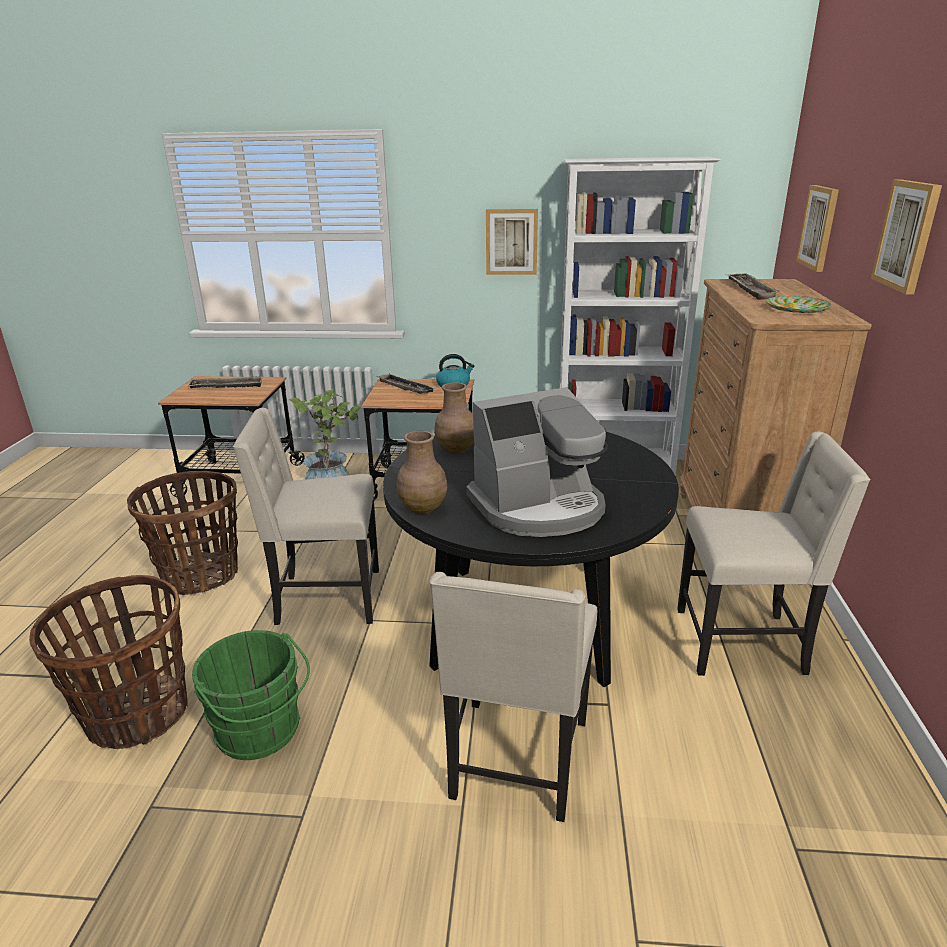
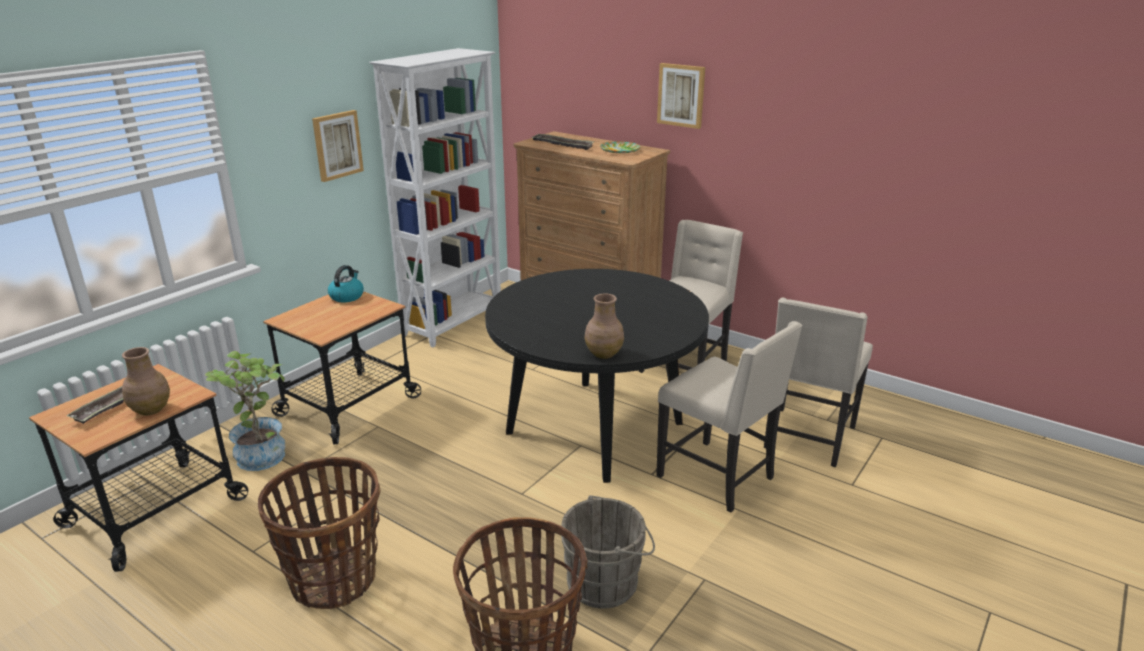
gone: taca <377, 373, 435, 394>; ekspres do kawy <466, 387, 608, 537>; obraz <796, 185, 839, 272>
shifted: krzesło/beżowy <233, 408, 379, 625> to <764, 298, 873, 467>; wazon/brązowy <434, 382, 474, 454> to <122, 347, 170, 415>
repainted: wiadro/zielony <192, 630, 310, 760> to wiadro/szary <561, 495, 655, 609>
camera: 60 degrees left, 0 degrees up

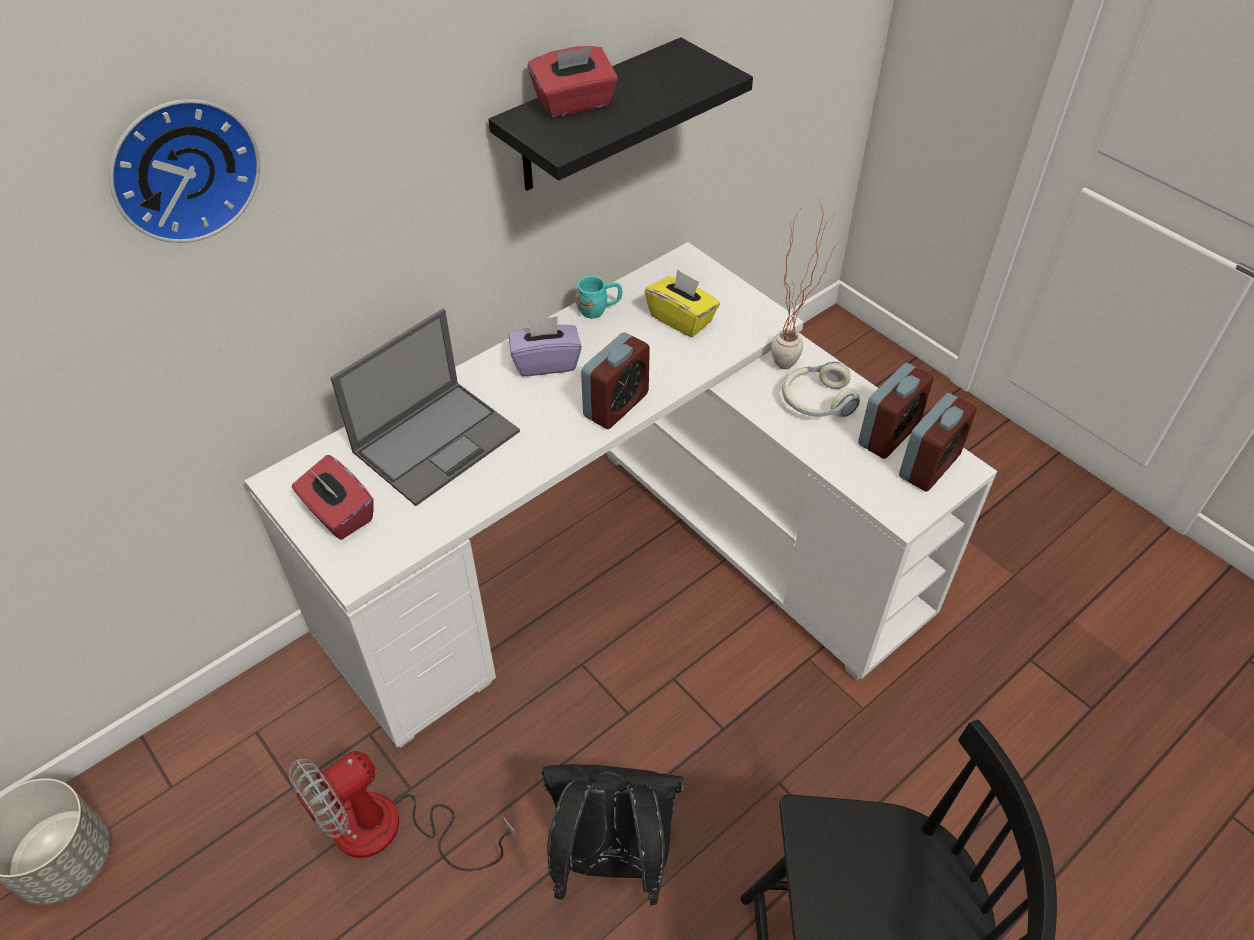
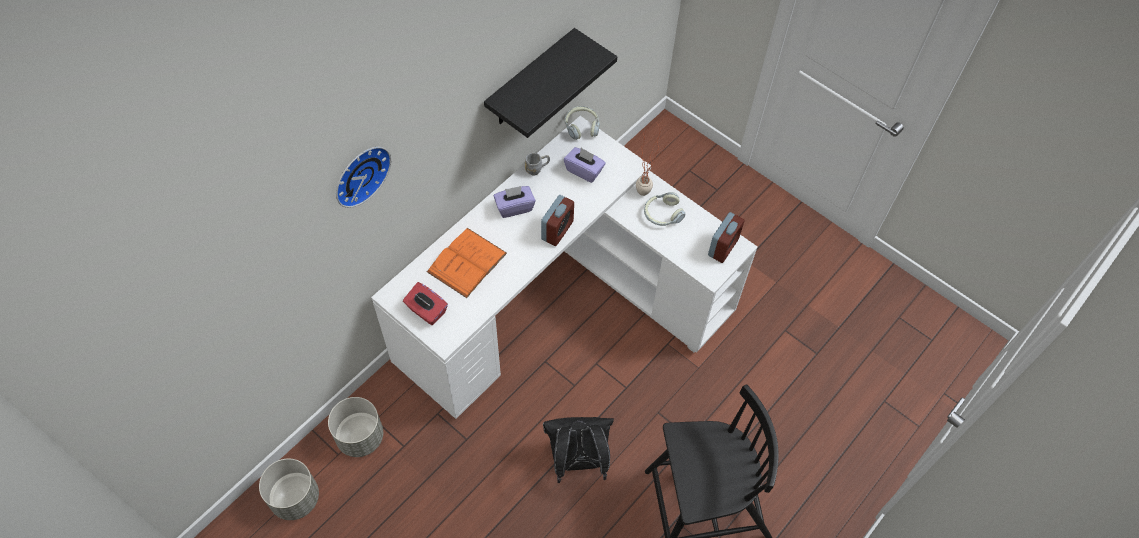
gone: wentylator <289, 751, 517, 871>; pudełko chusteczek/czerwony <528, 46, 618, 117>; budzik <858, 363, 934, 459>
new: donica/szary <328, 397, 383, 457>; słuchawki <565, 106, 600, 140>
swapped: laptop <330, 309, 520, 506> to książka/pomarańczowy <427, 228, 507, 298>
repainted: kubek/turkusowy <575, 276, 622, 319> to kubek/szary <525, 153, 550, 175>; pudełko chusteczek/żółty <645, 269, 720, 337> to pudełko chusteczek/fioletowy <564, 147, 606, 183>
camera: 10 degrees left, 10 degrees up

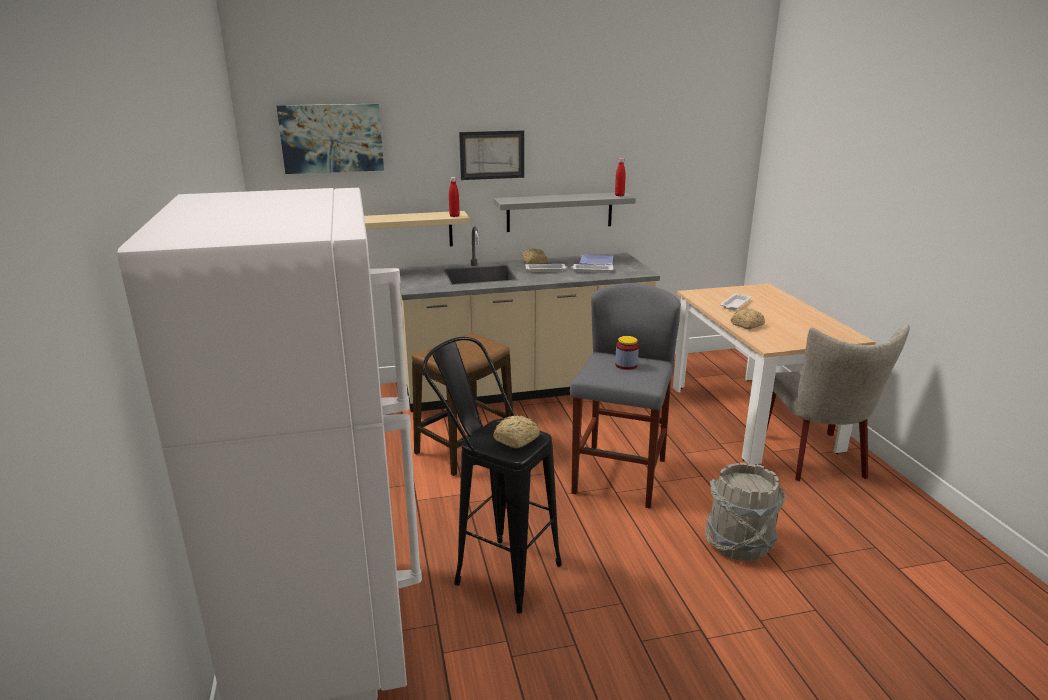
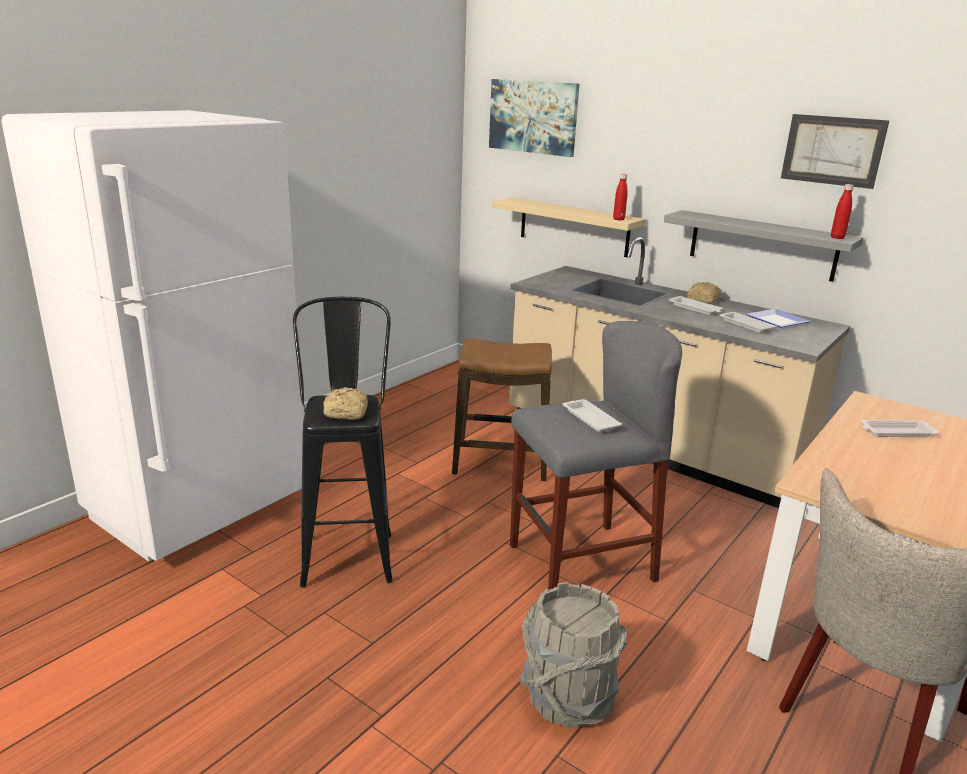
gone: chleb <731, 308, 765, 329>
shifted: obraz <459, 130, 524, 180> to <781, 114, 889, 189>
swapped: słoik <615, 336, 639, 370> to taca/biały <563, 399, 622, 432>
camera: 50 degrees right, 0 degrees up

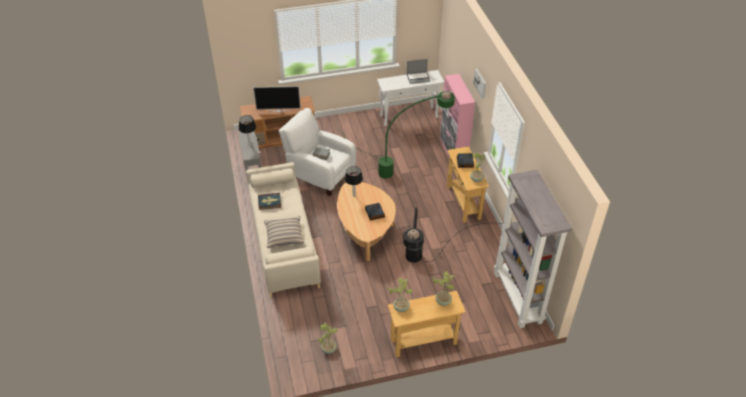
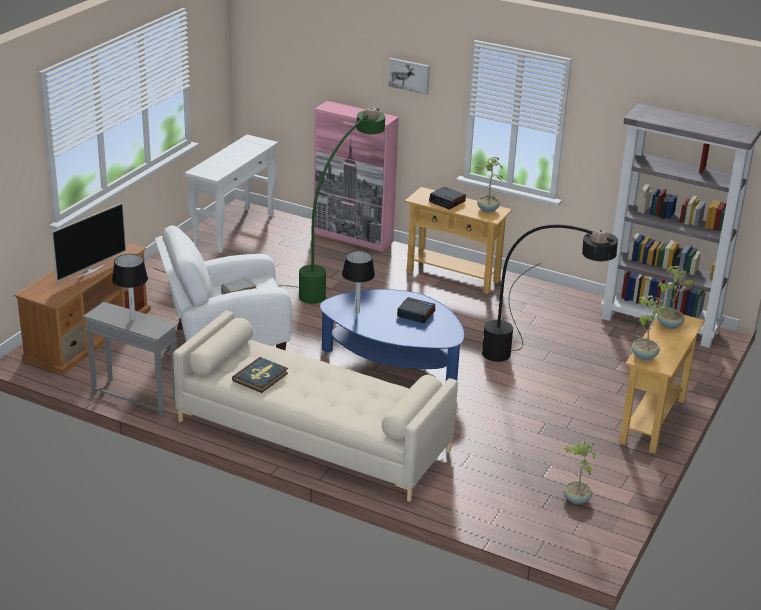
gone: poduszka <264, 216, 304, 248>; laptop <407, 59, 430, 84>
repainted: ława/beżowy <337, 182, 396, 261> to ława/niebieski <320, 289, 465, 381>
camera: 50 degrees left, 15 degrees down

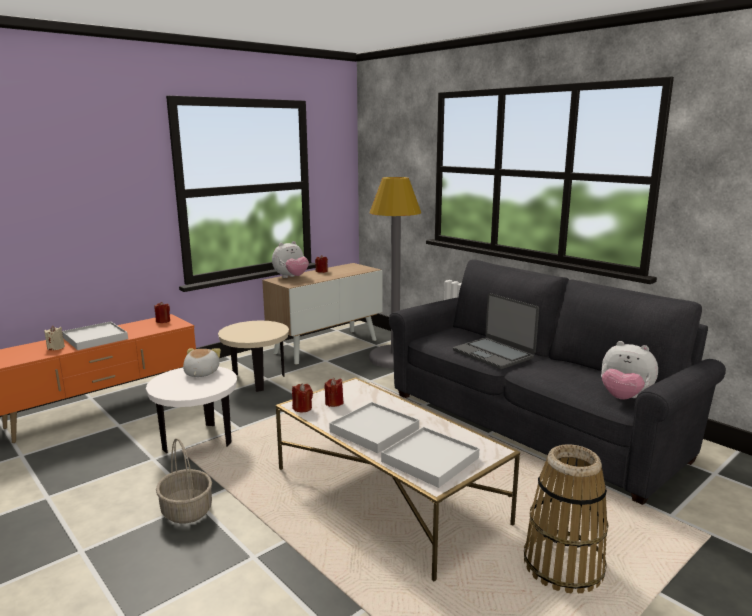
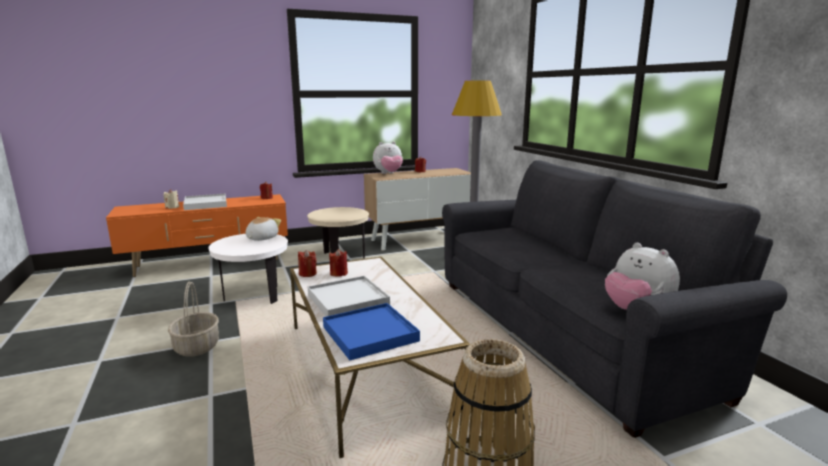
gone: laptop <453, 293, 539, 369>
repainted: taca/biały <381, 427, 480, 488> to taca/niebieski <323, 303, 420, 360>
camera: 20 degrees right, 0 degrees up

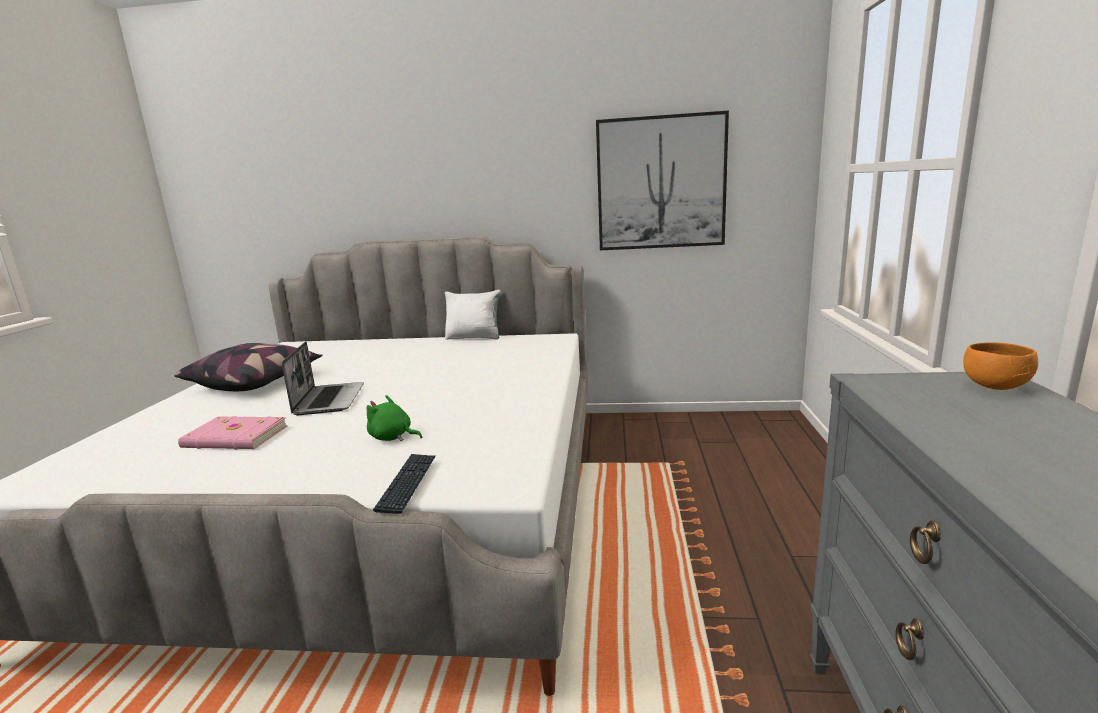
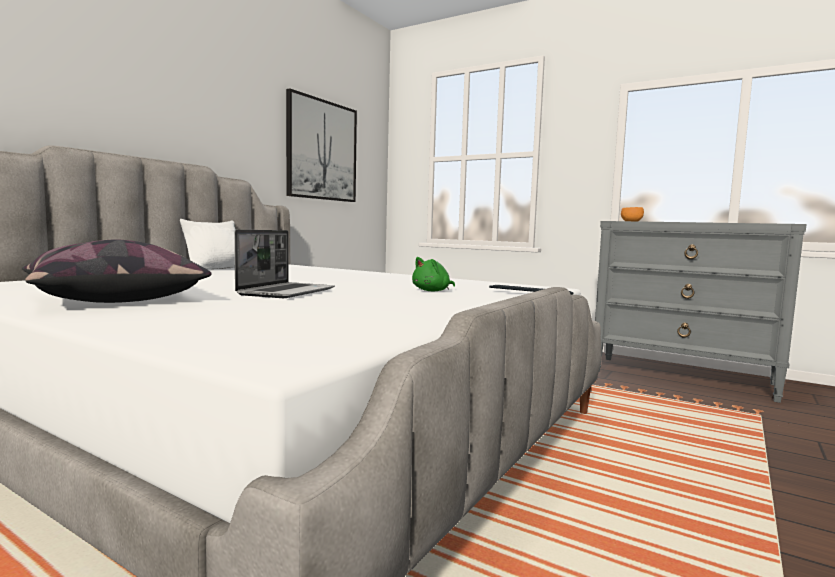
gone: książka/różowy <178, 416, 287, 450>
rotated: laptop <282, 341, 364, 415> = <234, 230, 335, 298> 90 degrees clockwise
camera: 65 degrees left, 10 degrees down

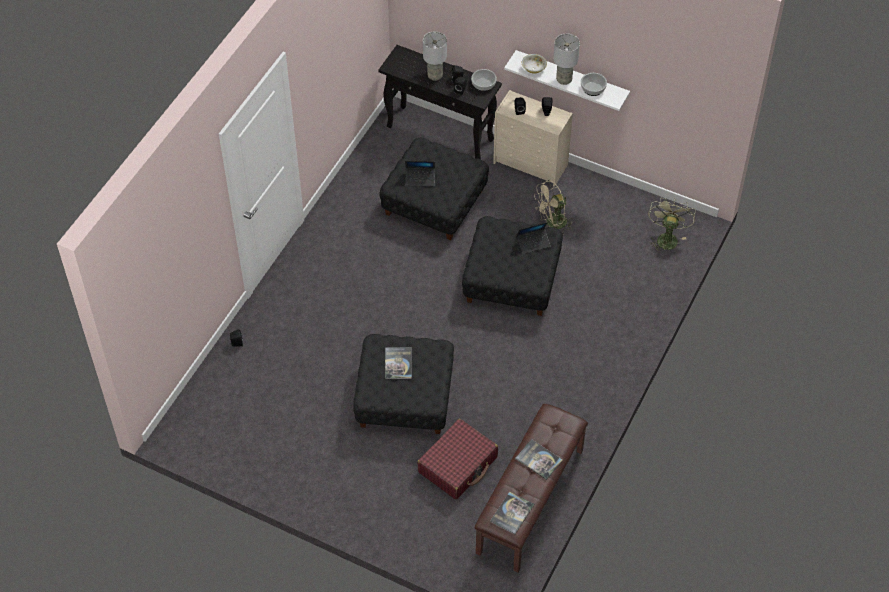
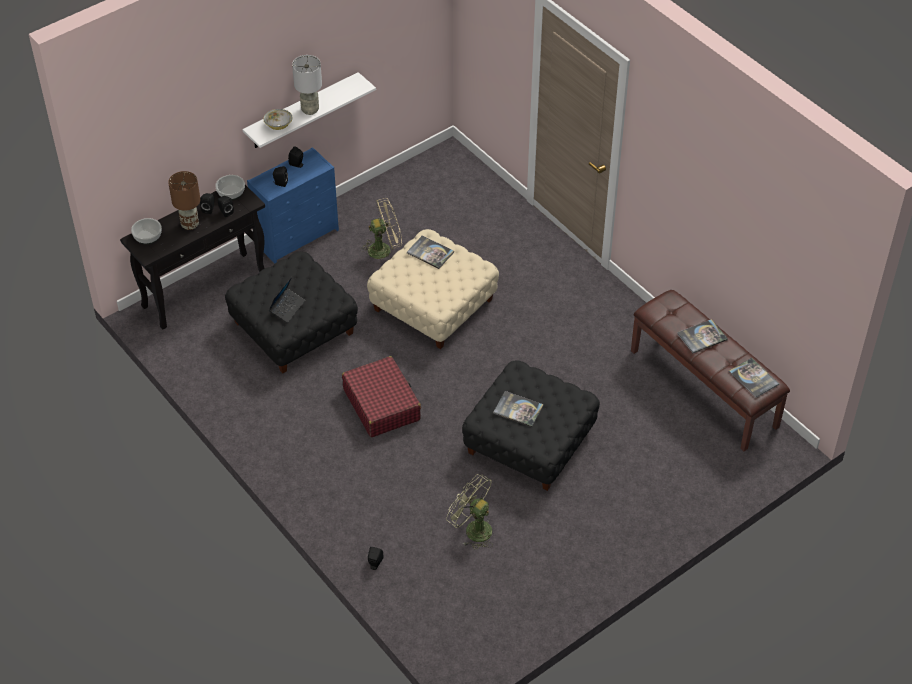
shifted: walizka/czerwony <417, 419, 498, 499> to <342, 356, 421, 437>; miska <581, 73, 607, 96> to <131, 218, 162, 245>; wentylator/zielony <648, 198, 695, 254> to <446, 474, 493, 550>
swapped: laptop <516, 222, 550, 254> to książka <407, 236, 454, 269>
repainted: lampa stołowa/szary <423, 31, 447, 81> to lampa stołowa/brązowy <168, 171, 200, 230>; pufa/czarny <462, 216, 563, 316> to pufa/beżowy <367, 229, 499, 349>; komoda/beżowy <493, 90, 573, 187> to komoda/niebieski <247, 147, 339, 263>
rotated: wentylator/beżowy <534, 180, 574, 234> = <360, 198, 402, 260> 105 degrees counterclockwise
camera: 65 degrees left, 5 degrees down

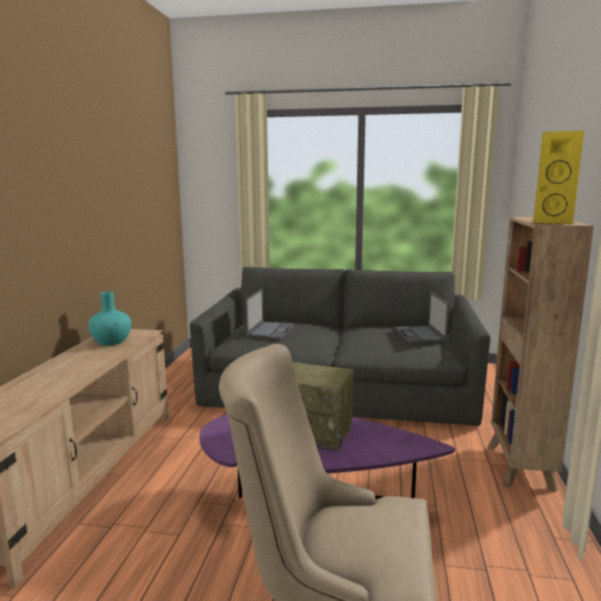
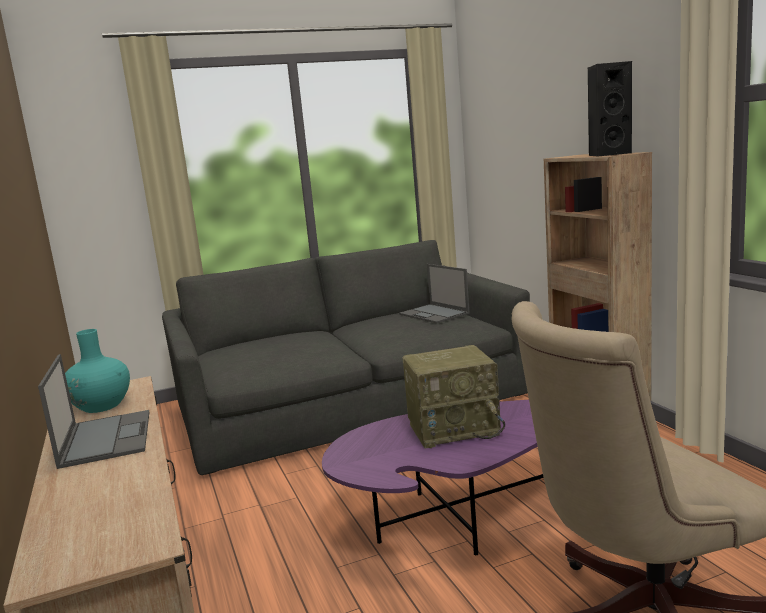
shifted: laptop <245, 289, 295, 339> to <38, 354, 149, 469>
repainted: głośnik/żółty <533, 131, 584, 224> to głośnik/czarny <588, 61, 632, 157>
camera: 30 degrees left, 0 degrees up

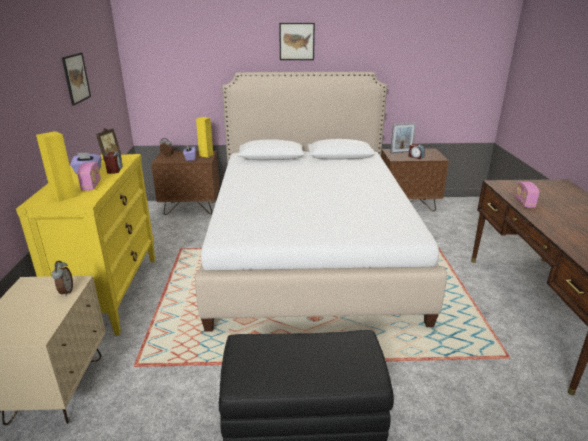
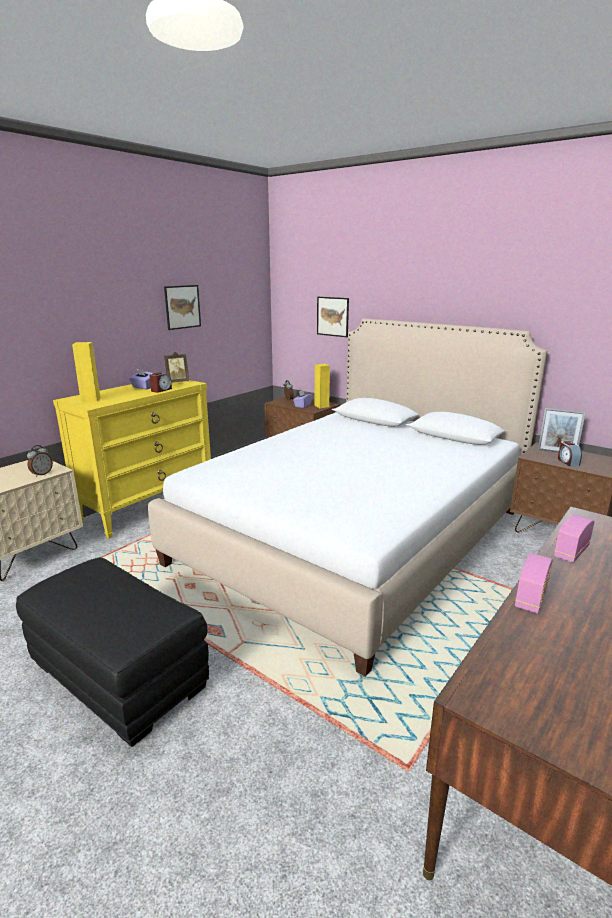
shifted: radio <77, 162, 101, 191> to <515, 553, 553, 613>; obraz <279, 23, 315, 60> to <317, 297, 349, 337>
camera: 40 degrees right, 5 degrees down

